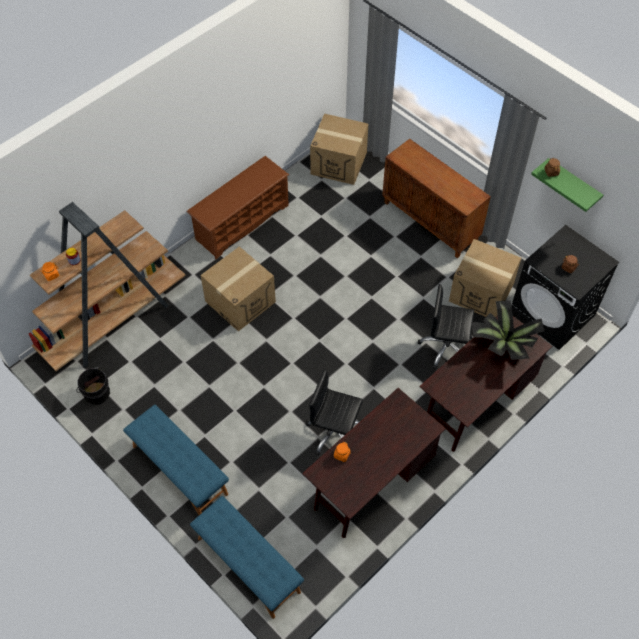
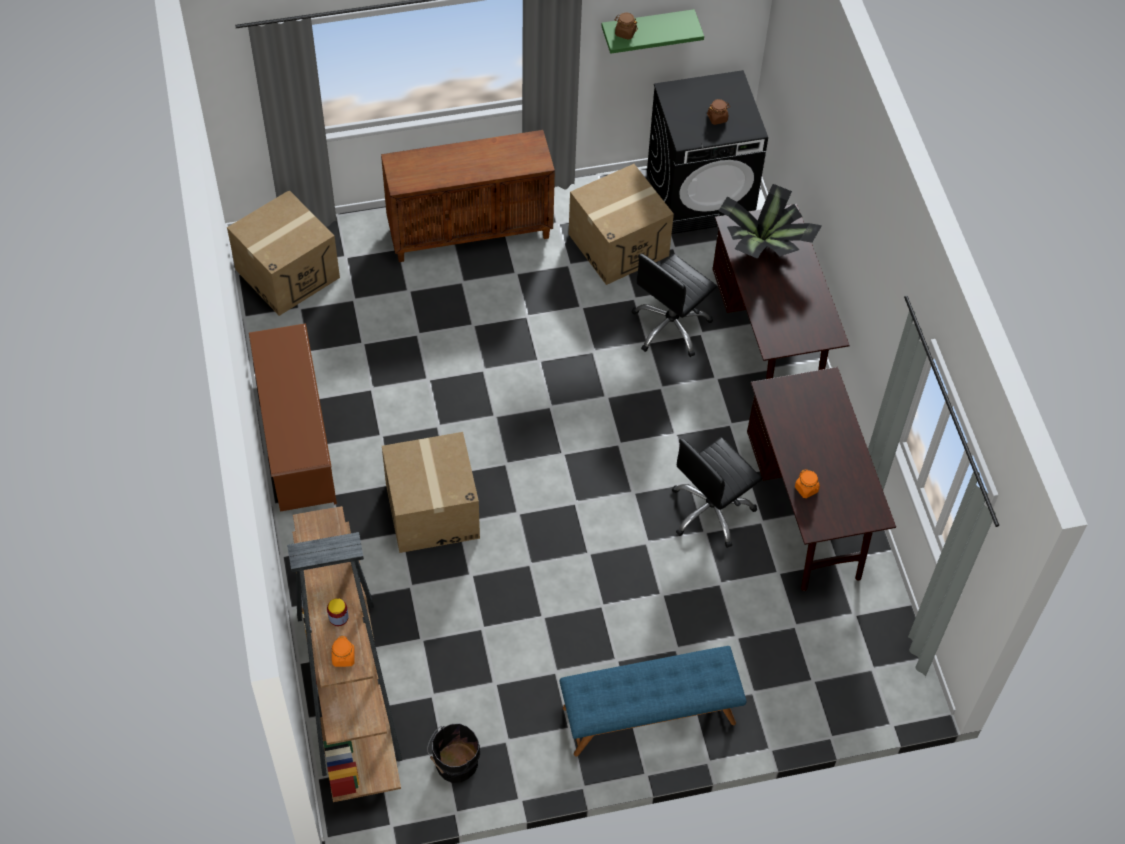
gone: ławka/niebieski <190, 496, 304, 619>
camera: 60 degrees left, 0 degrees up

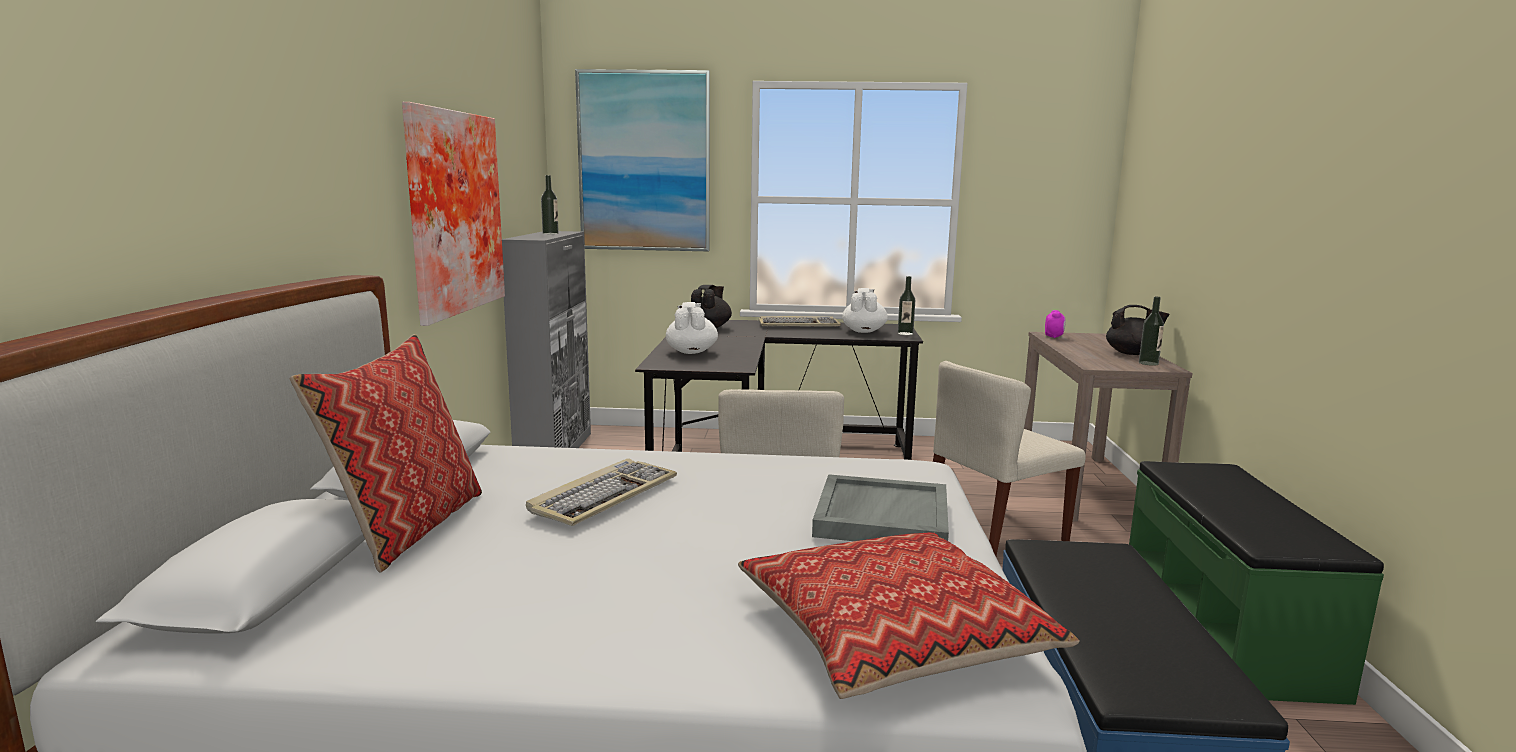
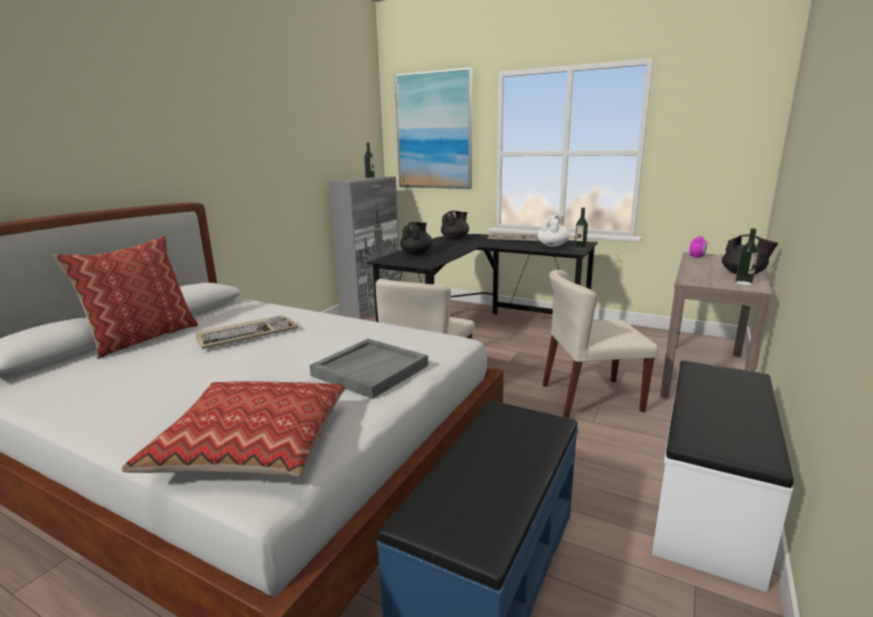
gone: obraz <402, 102, 505, 326>
repainted: imbryk/biały <666, 302, 718, 354> to imbryk/czarny <400, 222, 433, 255>; ławka/zielony <1129, 461, 1384, 705> to ławka/biały <652, 360, 794, 592>
camera: 25 degrees right, 5 degrees up

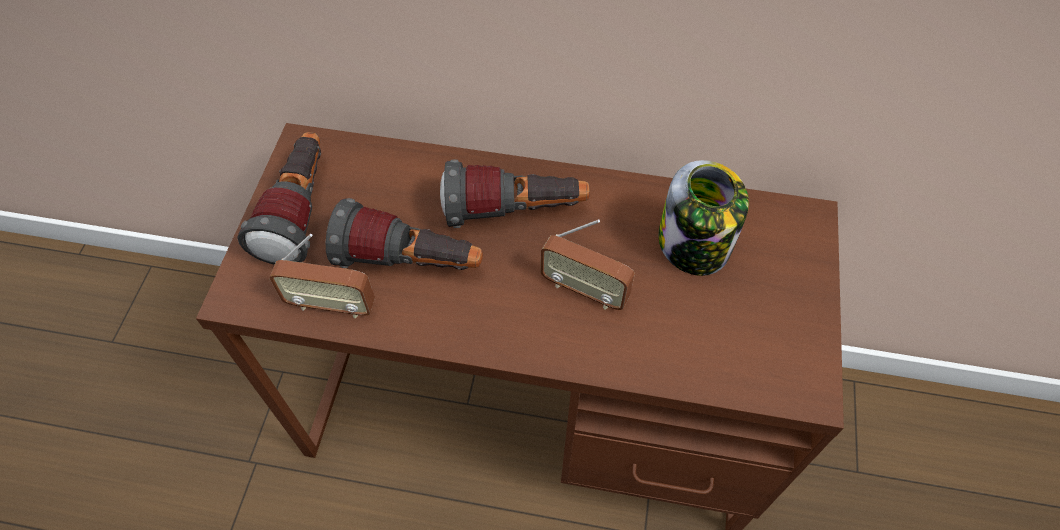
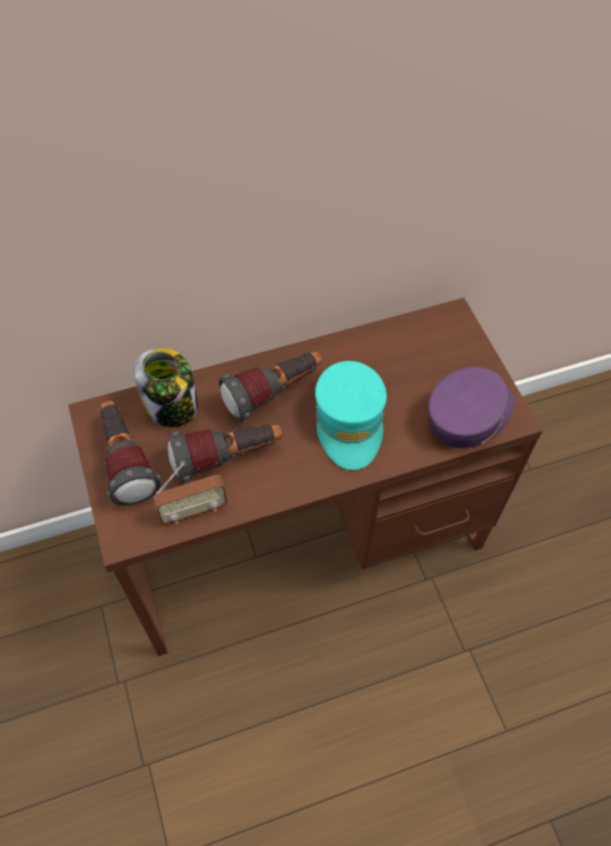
new: czapka z daszkiem/fioletowy <428, 367, 515, 448>
shifted: słoik <658, 160, 749, 276> to <134, 348, 198, 427>
swapped: radio <540, 219, 635, 310> to czapka z daszkiem/turkusowy <315, 361, 387, 470>
camera: 30 degrees left, 0 degrees up

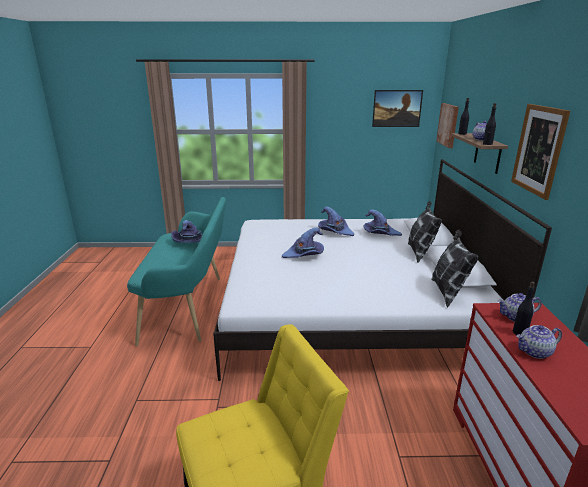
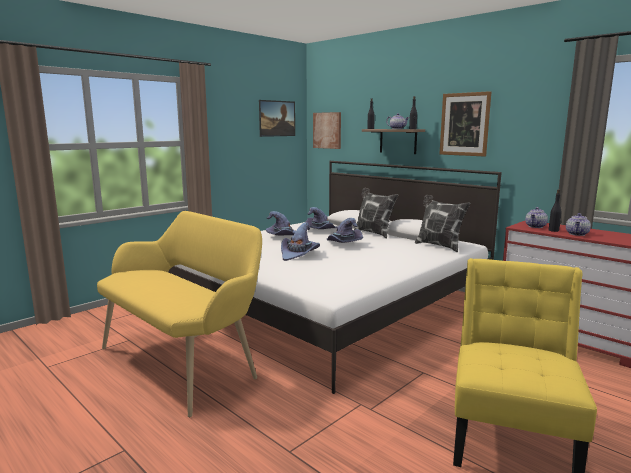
shifted: kapelusz/fioletowy <171, 220, 203, 243> to <327, 218, 363, 243>
repainted: ławka/turkusowy <127, 197, 226, 346> to ławka/żółty <97, 211, 262, 417>
camera: 45 degrees left, 10 degrees down

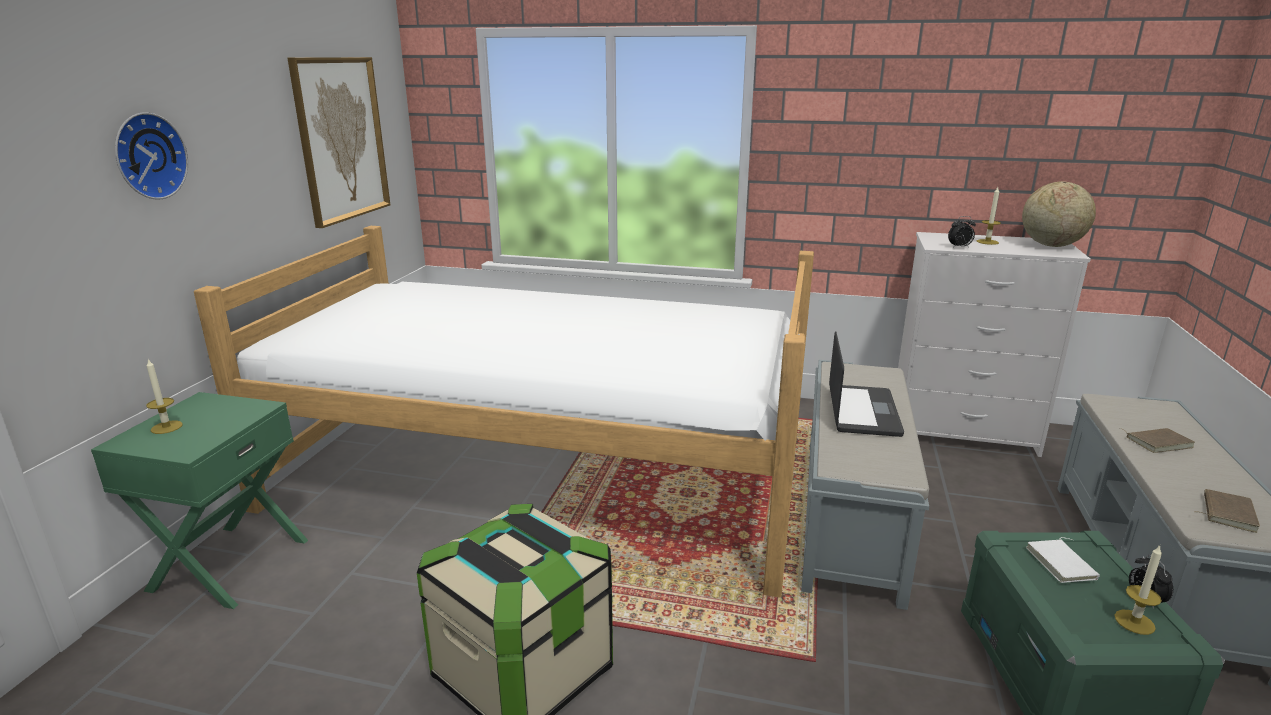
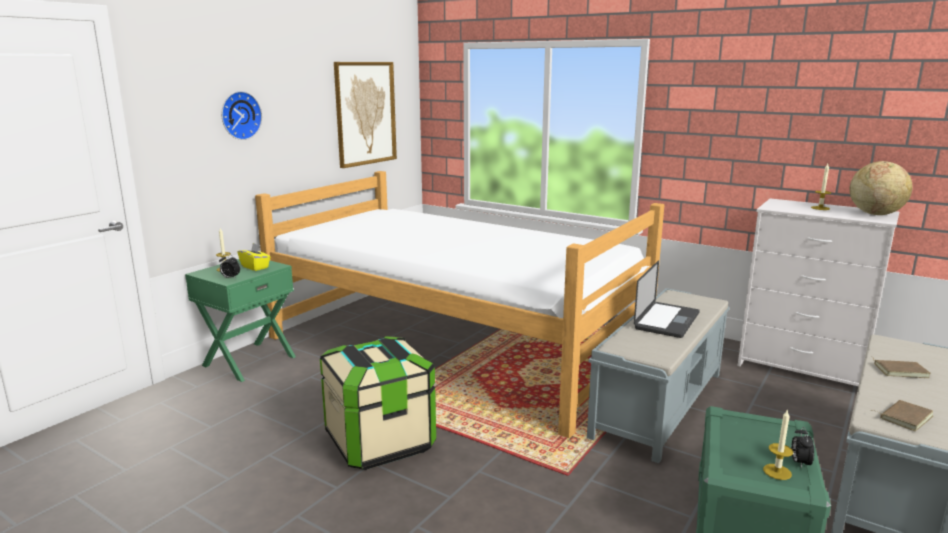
gone: książka/biały <1026, 537, 1100, 583>
new: pudełko chusteczek/żółty <237, 243, 270, 271>
shifted: budzik <948, 216, 976, 248> to <219, 254, 240, 278>
camera: 20 degrees right, 5 degrees down

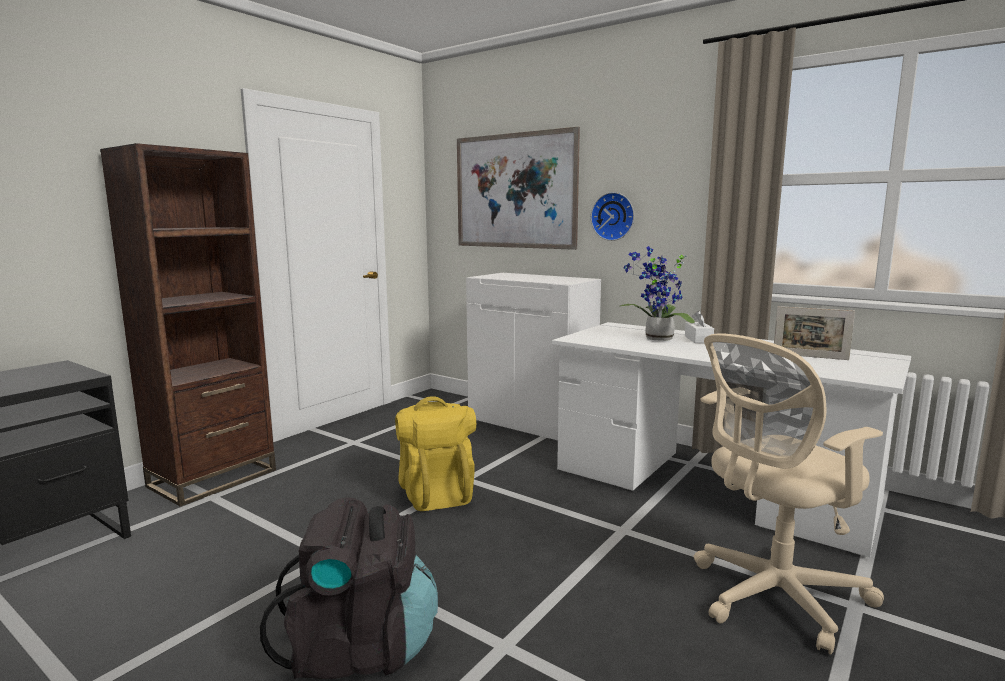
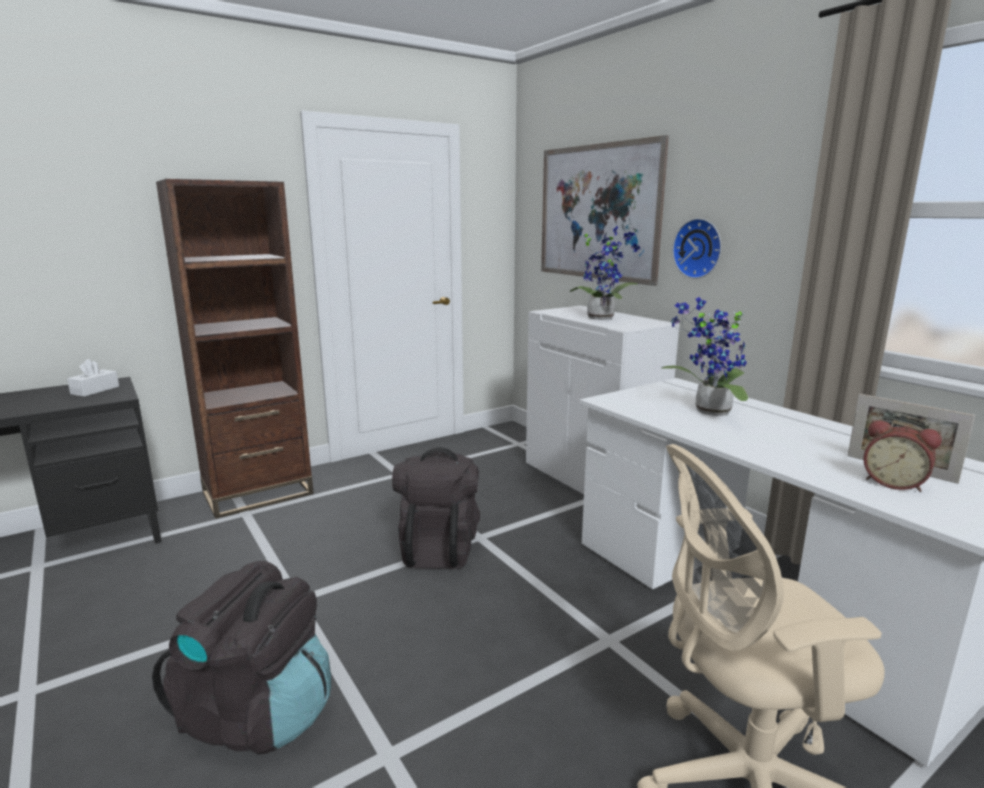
new: roślina doniczkowa <570, 226, 640, 320>; budzik <863, 419, 942, 492>
shifted: pudełko chusteczek/biały <685, 311, 714, 343> to <67, 359, 119, 397>
repainted: plecak/żółty <395, 396, 476, 511> to plecak/czarny <392, 447, 480, 569>
camera: 20 degrees right, 5 degrees up

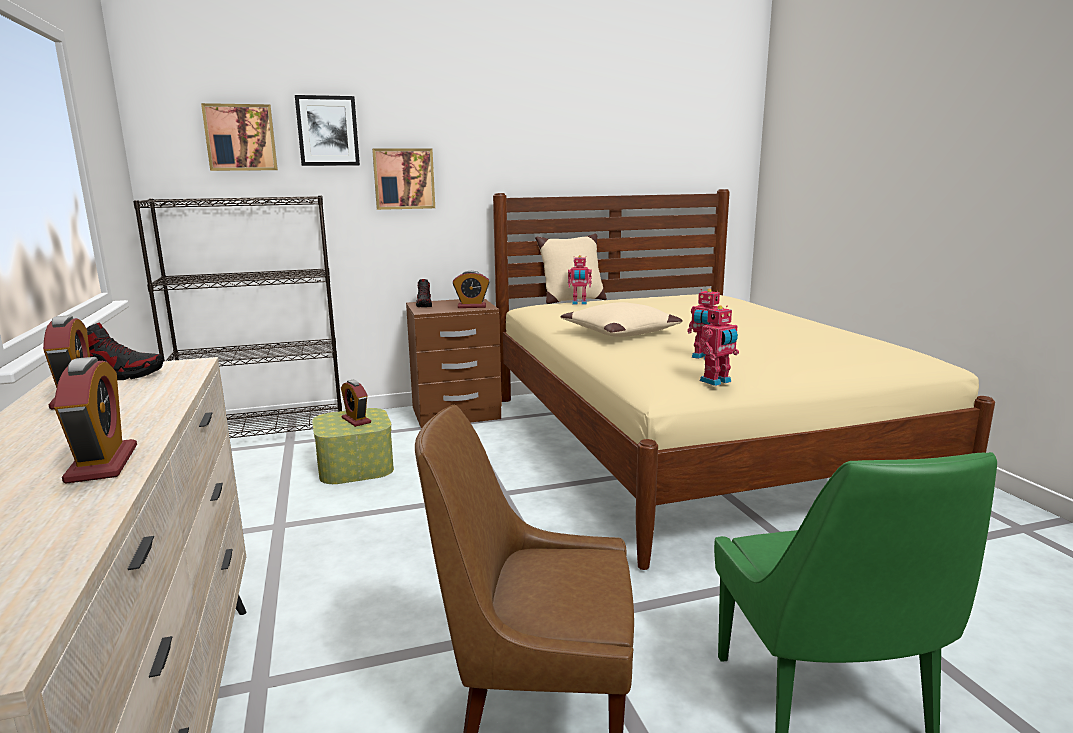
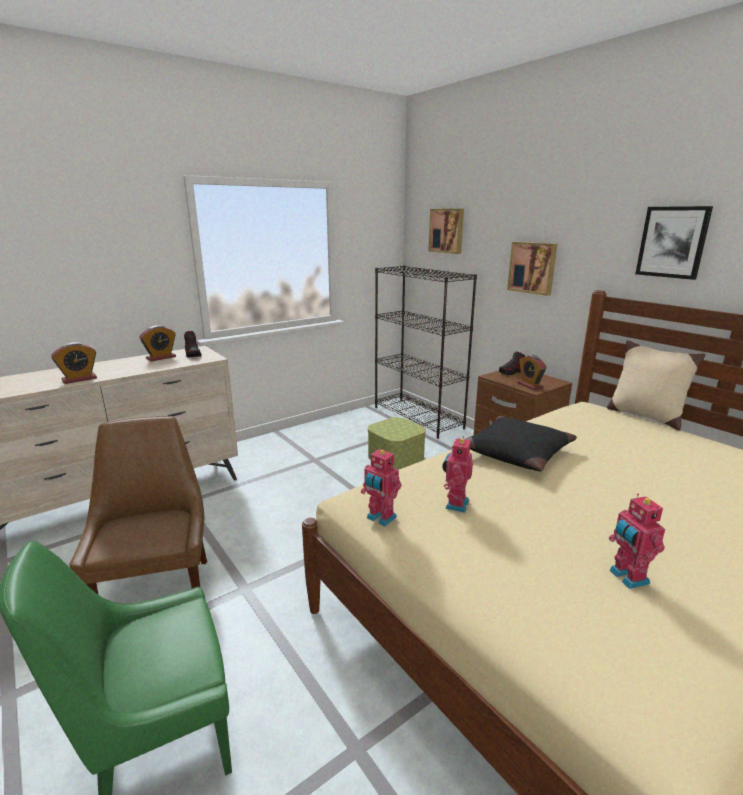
gone: budzik <341, 380, 371, 427>
shifted: obraz <295, 95, 360, 166> to <635, 206, 713, 280>; robot zabawkowy <568, 255, 592, 305> to <609, 494, 665, 589>
repainted: poduszka/beżowy <560, 302, 683, 337> to poduszka/czarny <465, 416, 577, 471>
camera: 70 degrees right, 5 degrees up

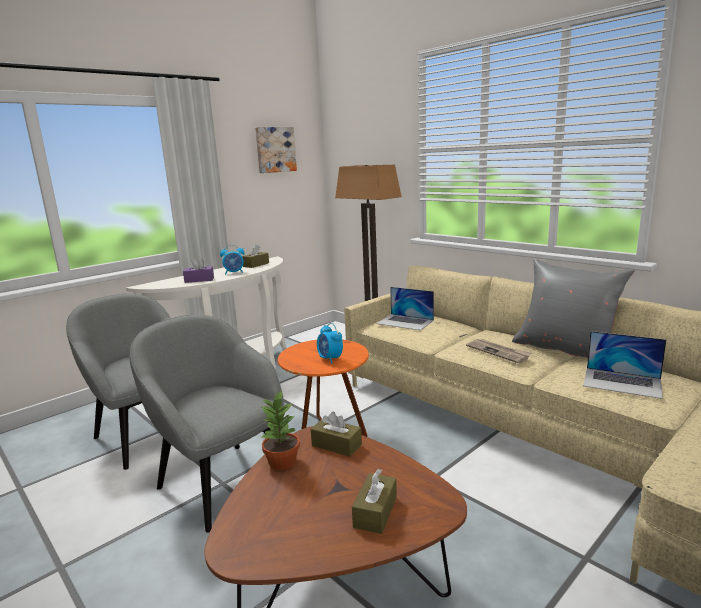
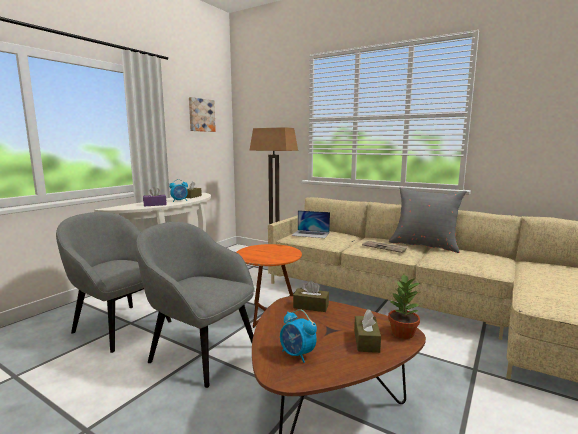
gone: laptop <583, 331, 667, 399>
shifted: roślina doniczkowa <261, 391, 300, 470> to <388, 274, 421, 339>; budzik <317, 323, 343, 364> to <280, 309, 317, 363>
camera: 15 degrees left, 5 degrees down

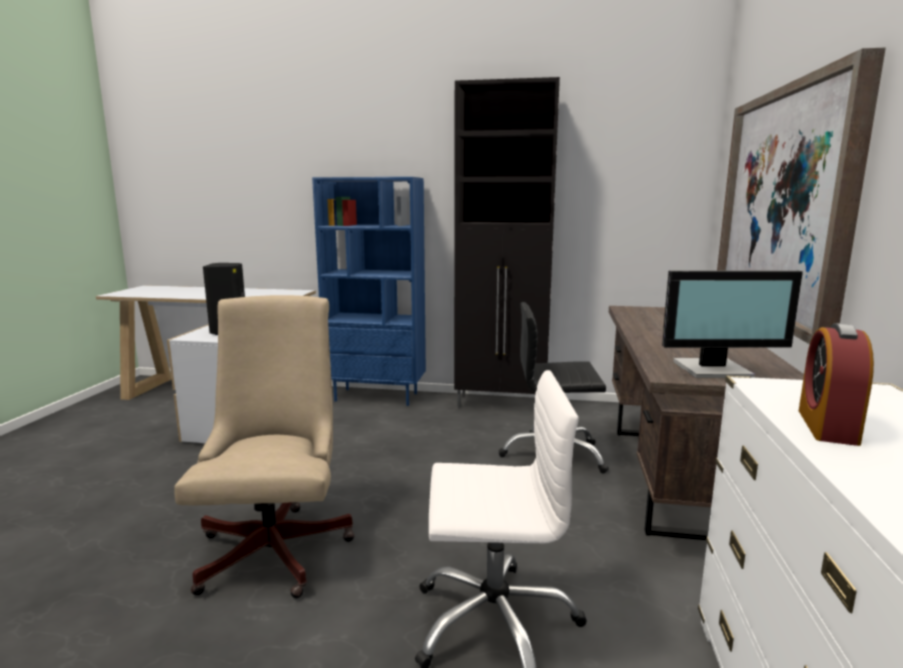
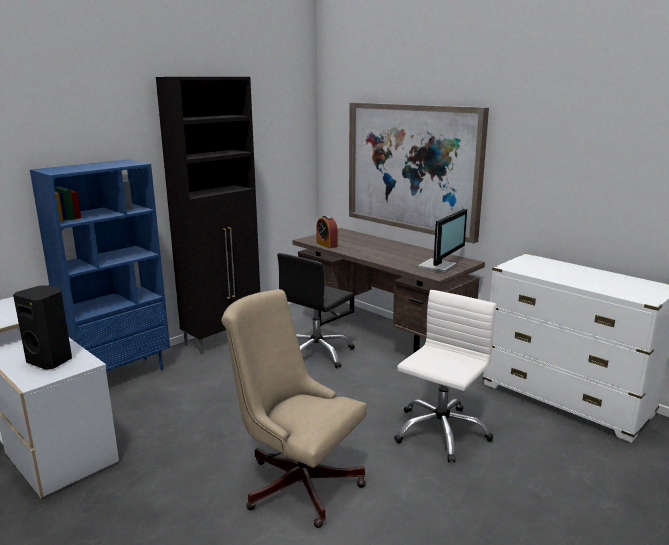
shifted: budzik <799, 323, 874, 446> to <316, 215, 338, 248>
camera: 55 degrees left, 5 degrees up

